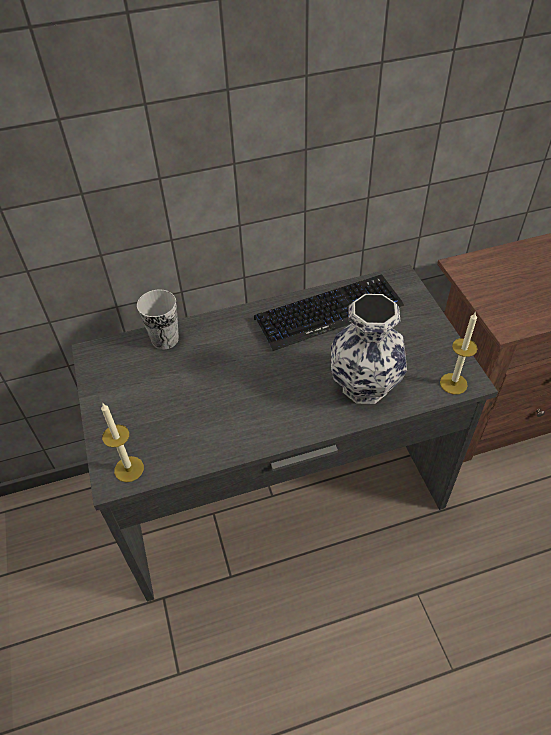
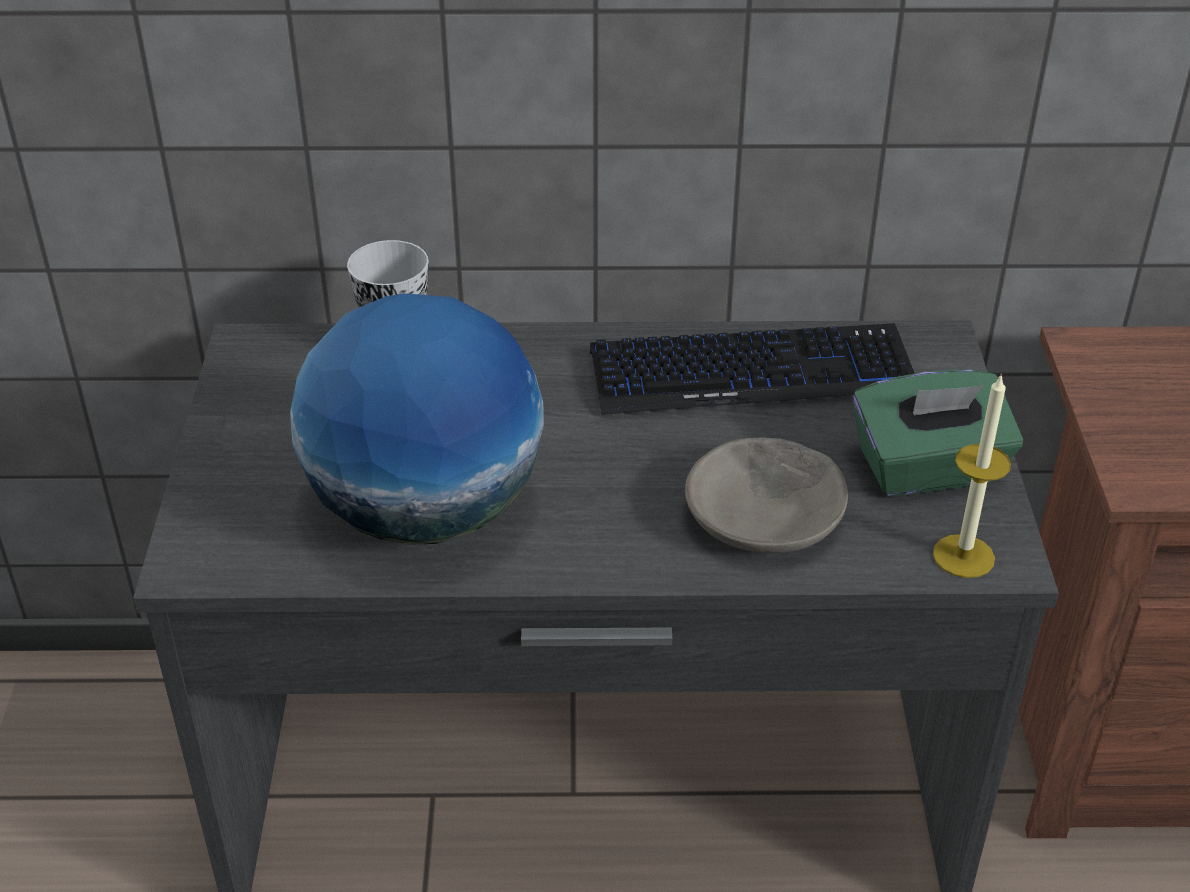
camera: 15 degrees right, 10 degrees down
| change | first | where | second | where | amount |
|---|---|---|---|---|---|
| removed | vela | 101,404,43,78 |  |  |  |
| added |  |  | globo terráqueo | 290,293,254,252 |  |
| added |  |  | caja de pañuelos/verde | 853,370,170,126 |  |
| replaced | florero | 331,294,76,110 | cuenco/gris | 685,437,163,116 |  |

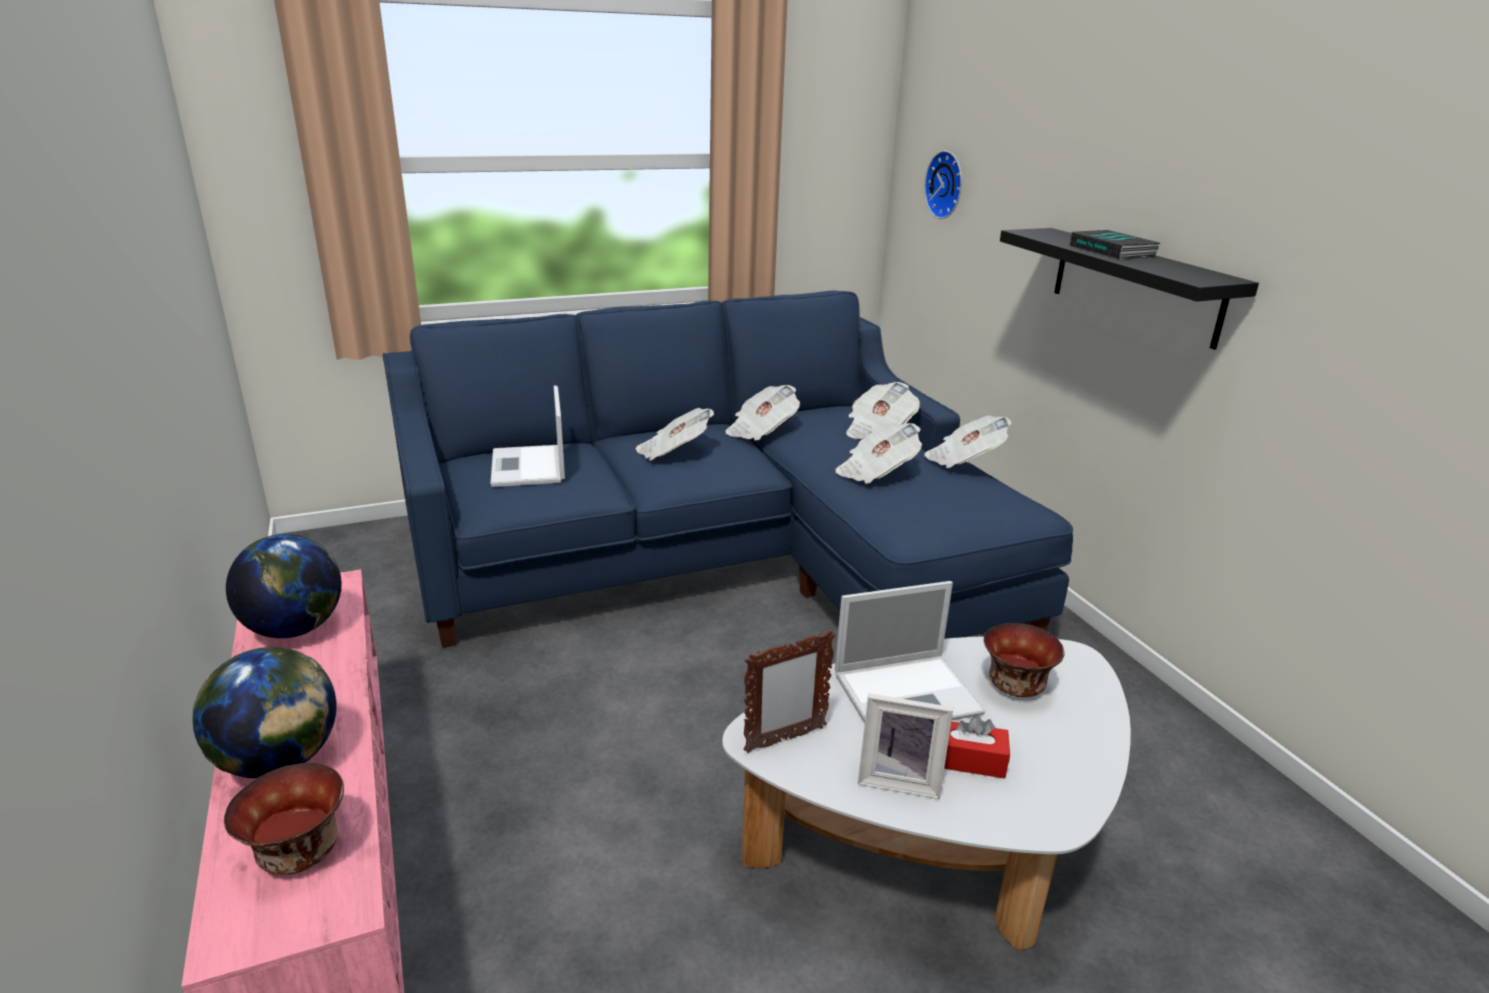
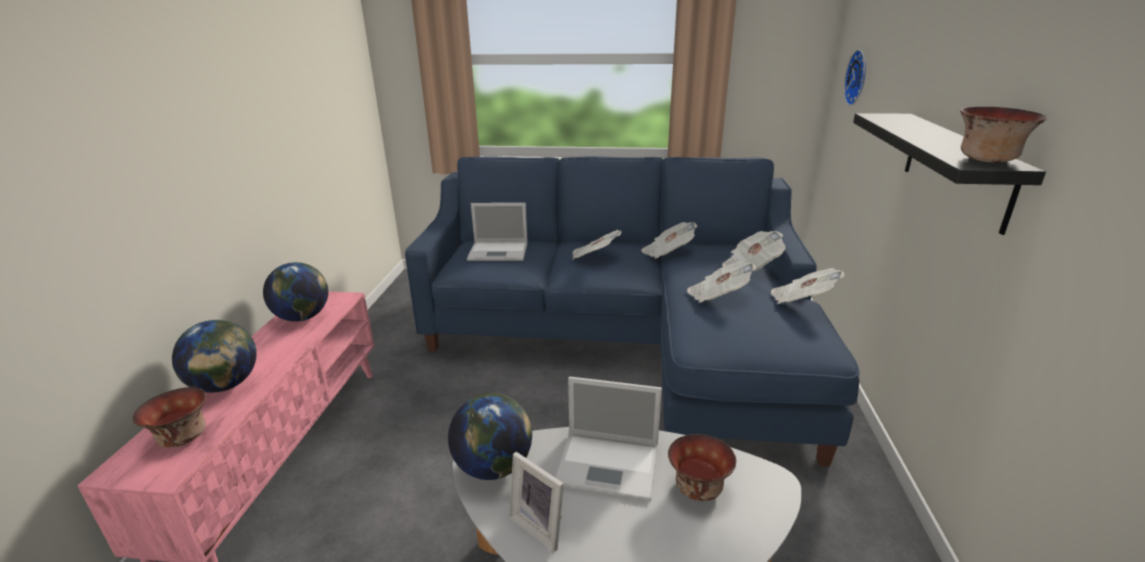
camera: 30 degrees right, 0 degrees up
| change | first | where | second | where | amount |
|---|---|---|---|---|---|
| removed | caja de pañuelos/rojo | 944,714,66,65 |  |  |  |
| removed | libro | 1070,230,90,30 |  |  |  |
| added |  |  | cuenco | 960,106,87,57 |  |
| replaced | portarretratos | 744,630,91,123 | globo terráqueo | 448,393,84,87 |  |
| turned | portátil | 490,385,75,102 |  | 467,203,61,58 | 105 degrees counterclockwise |

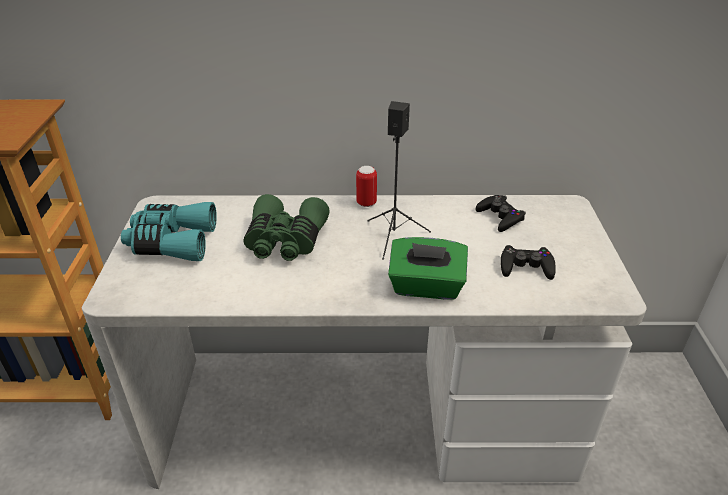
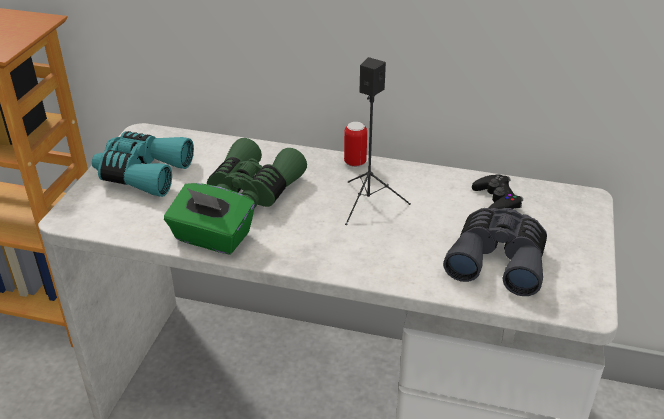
camera: 15 degrees right, 0 degrees up
| change | first | where | second | where | amount |
|---|---|---|---|---|---|
| moved | caja de pañuelos/verde | 388,237,80,63 |  | 164,183,91,72 |  |
| replaced | mando de consola/negro | 501,245,55,35 | prismáticos/gris | 443,208,104,88 |  |

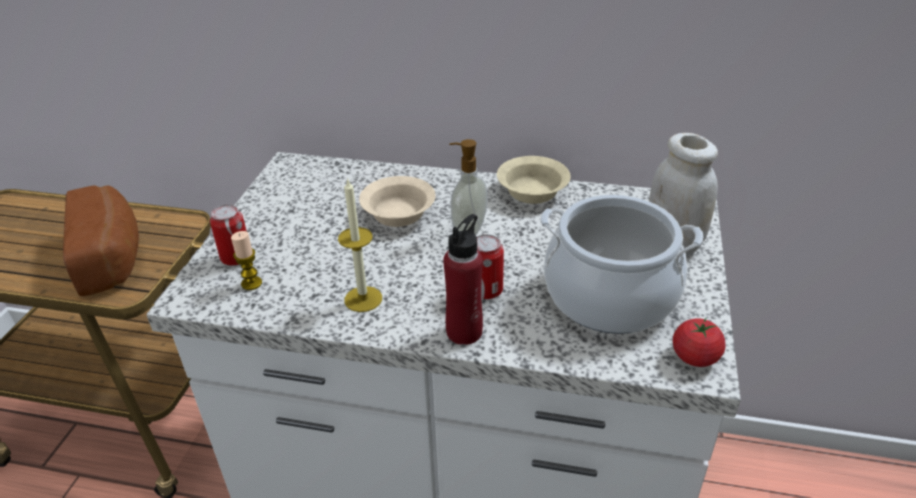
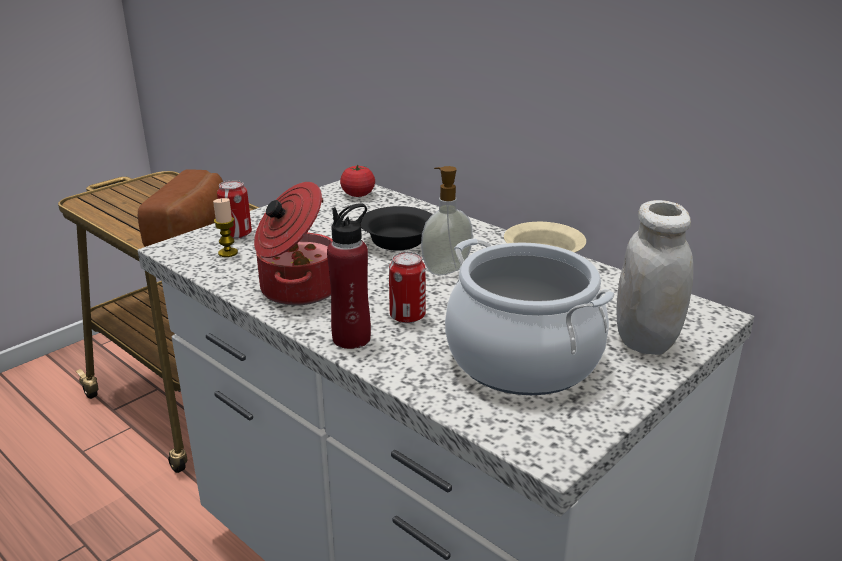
camera: 30 degrees right, 10 degrees down
| change | first | where | second | where | amount |
|---|---|---|---|---|---|
| moved | tomate | 673,318,53,49 |  | 340,165,35,32 |  |
| replaced | vela | 338,178,44,134 | olla | 254,182,79,123 |  |
| recoloured | cuenco/beis | 359,176,77,51 | cuenco/negro | 361,206,72,45 |  |

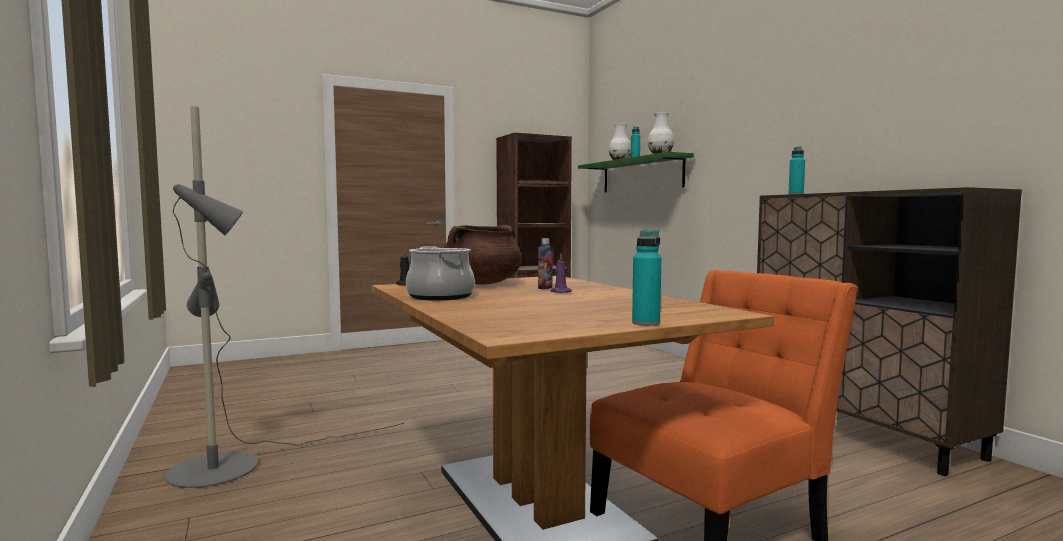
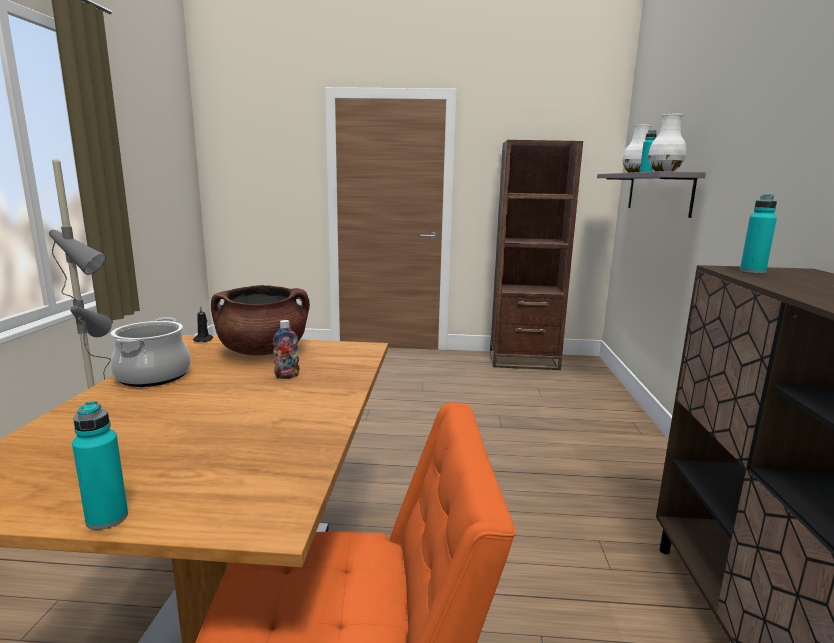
camera: 30 degrees right, 10 degrees up
| change | first | where | second | where | amount |
|---|---|---|---|---|---|
| removed | vela/morado | 550,254,22,39 |  |  |  |
| recoloured | estante/verde | 578,152,116,41 | estante/gris | 597,171,109,47 |  |

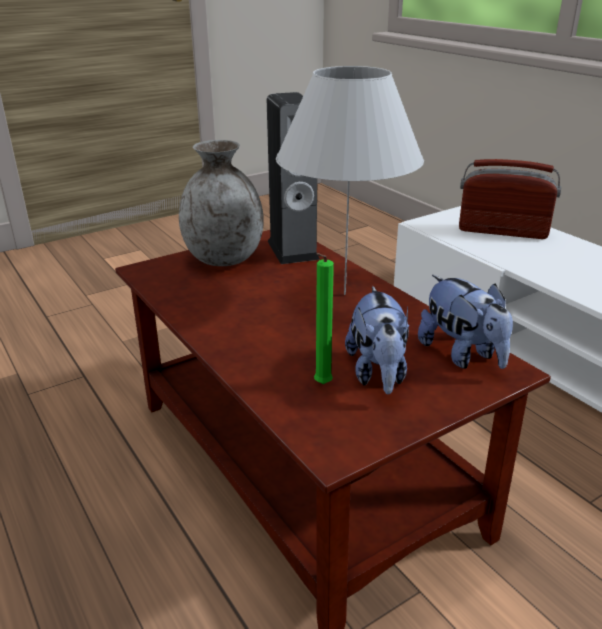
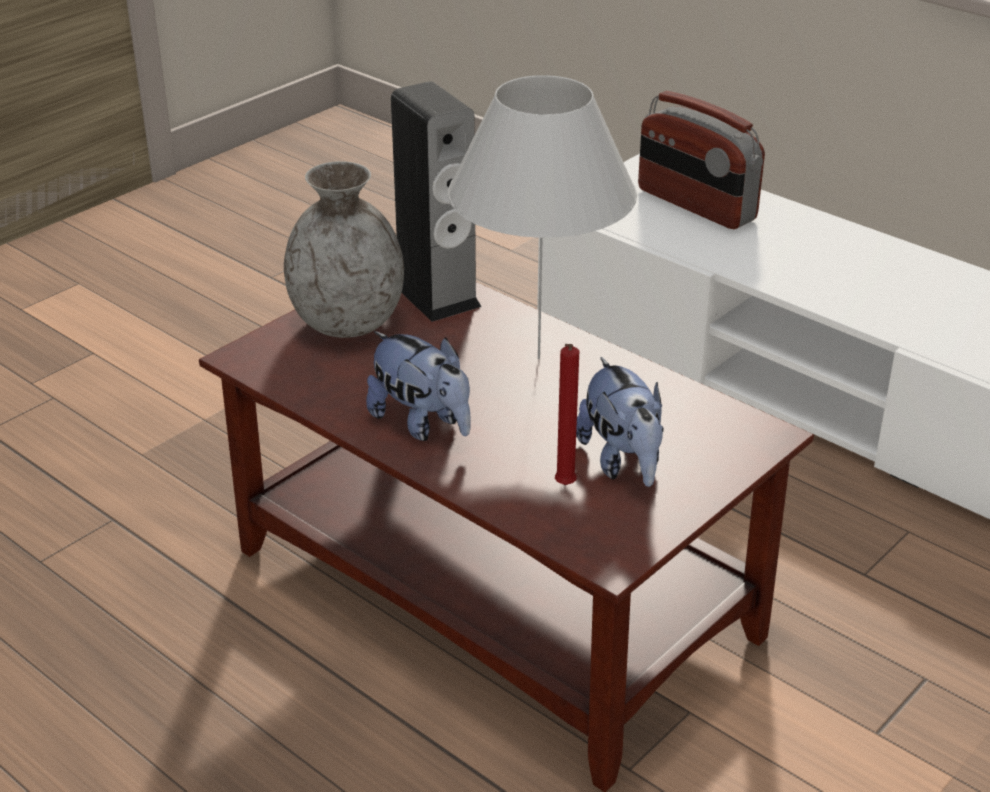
camera: 15 degrees left, 5 degrees up
| change | first | where | second | where | amount |
|---|---|---|---|---|---|
| moved | peluche | 418,275,95,94 |  | 366,331,105,110 |  |
| recoloured | vela/verde | 314,253,20,131 | vela/rojo | 555,344,24,141 |  |
| turned | radio | 459,159,102,80 |  | 638,91,127,138 | 135 degrees counterclockwise |

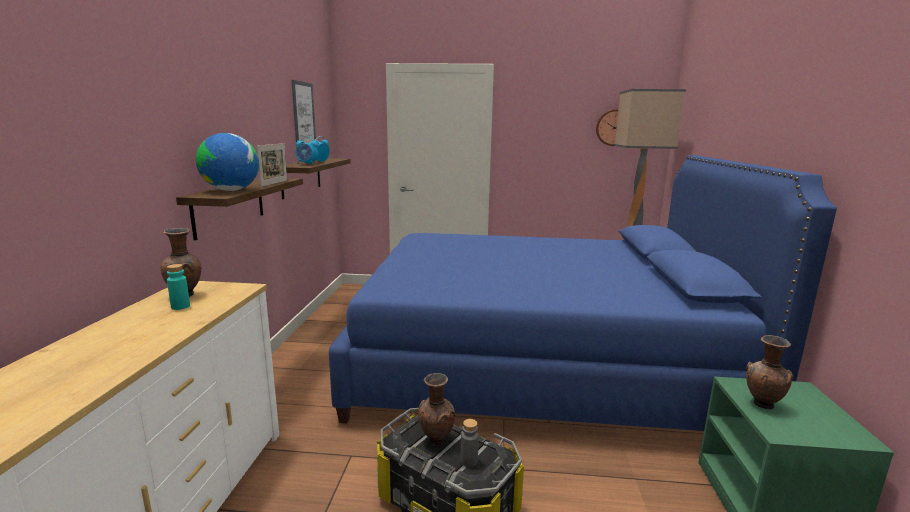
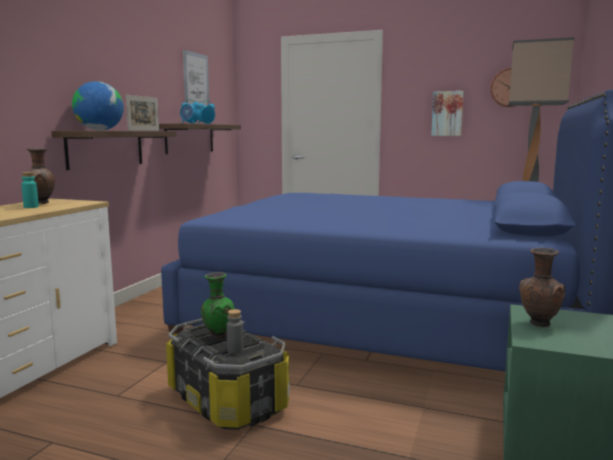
camera: 15 degrees right, 5 degrees down
| change | first | where | second | where | amount |
|---|---|---|---|---|---|
| added |  |  | cuadro | 431,91,33,45 |  |
| recoloured | florero/marrón | 418,373,37,73 | florero/verde | 201,272,34,67 |  |

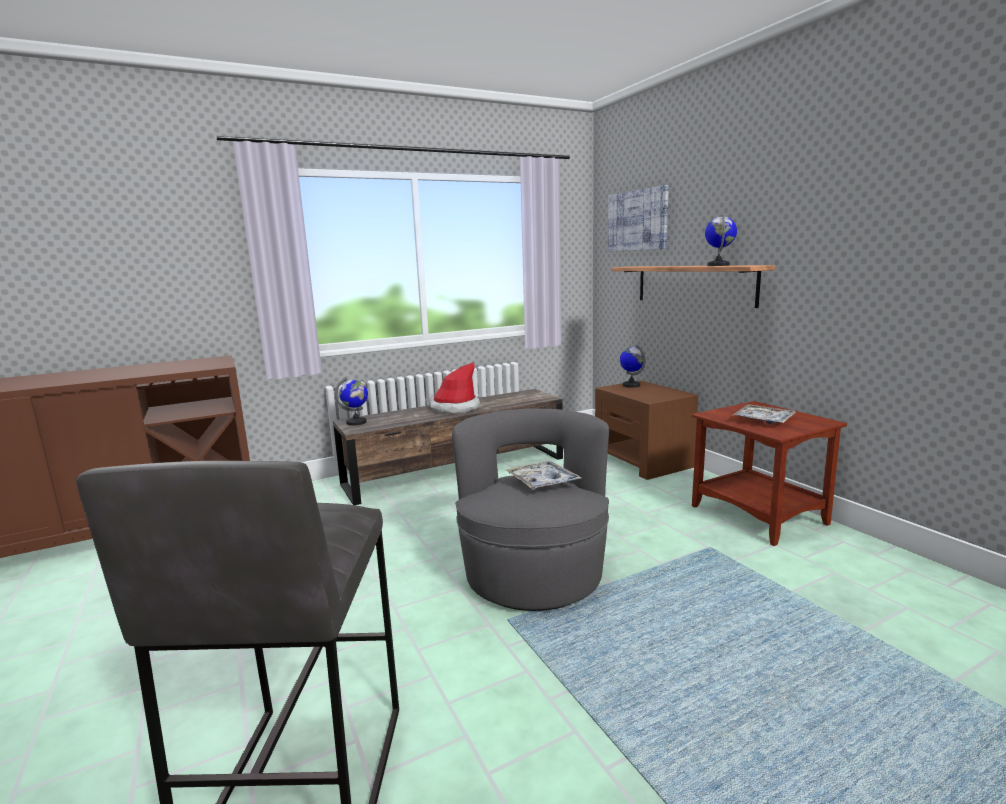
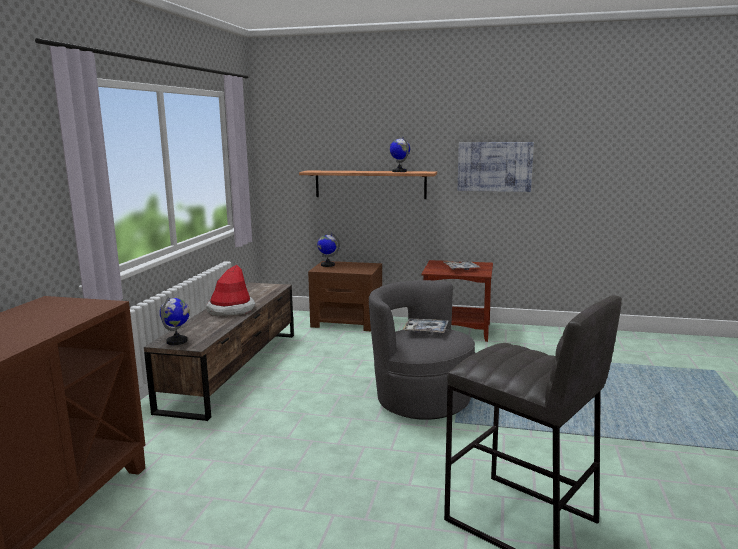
camera: 50 degrees left, 0 degrees up
| change | first | where | second | where | amount |
|---|---|---|---|---|---|
| moved | cuadro | 608,185,61,66 |  | 458,142,76,50 |  |

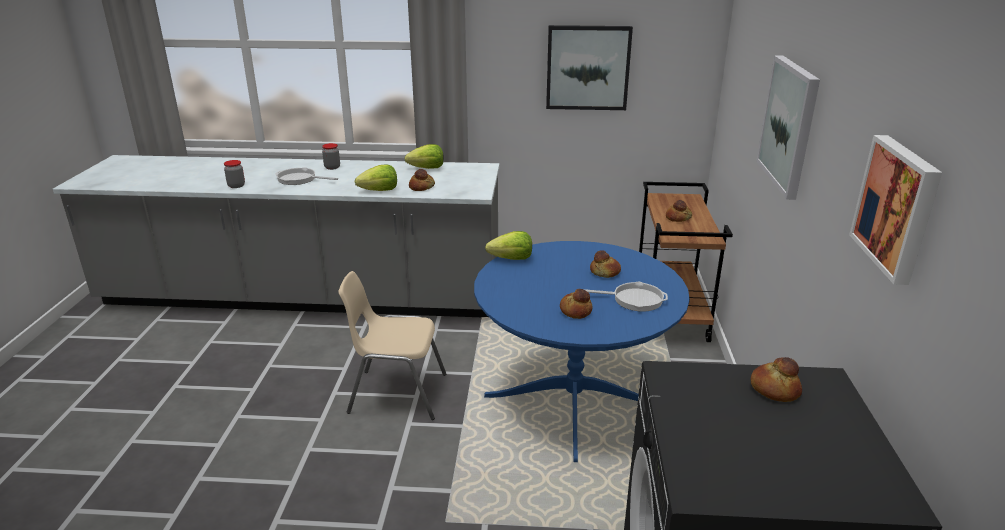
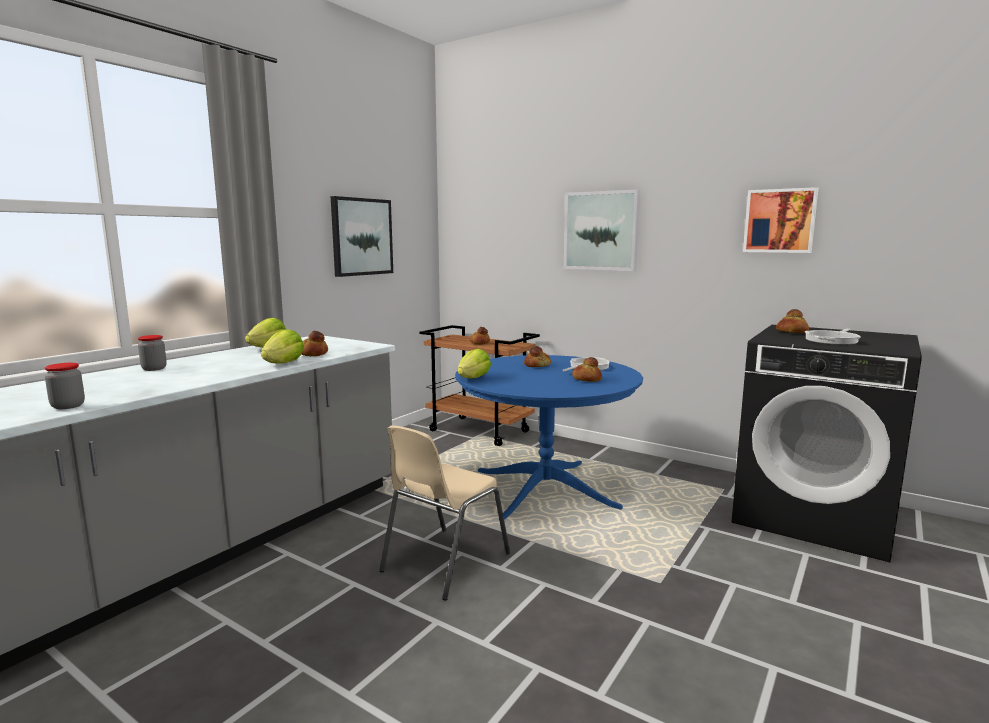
camera: 60 degrees left, 15 degrees down
| change | first | where | second | where | amount |
|---|---|---|---|---|---|
| moved | sartén | 275,167,63,18 |  | 805,328,56,17 |  |

